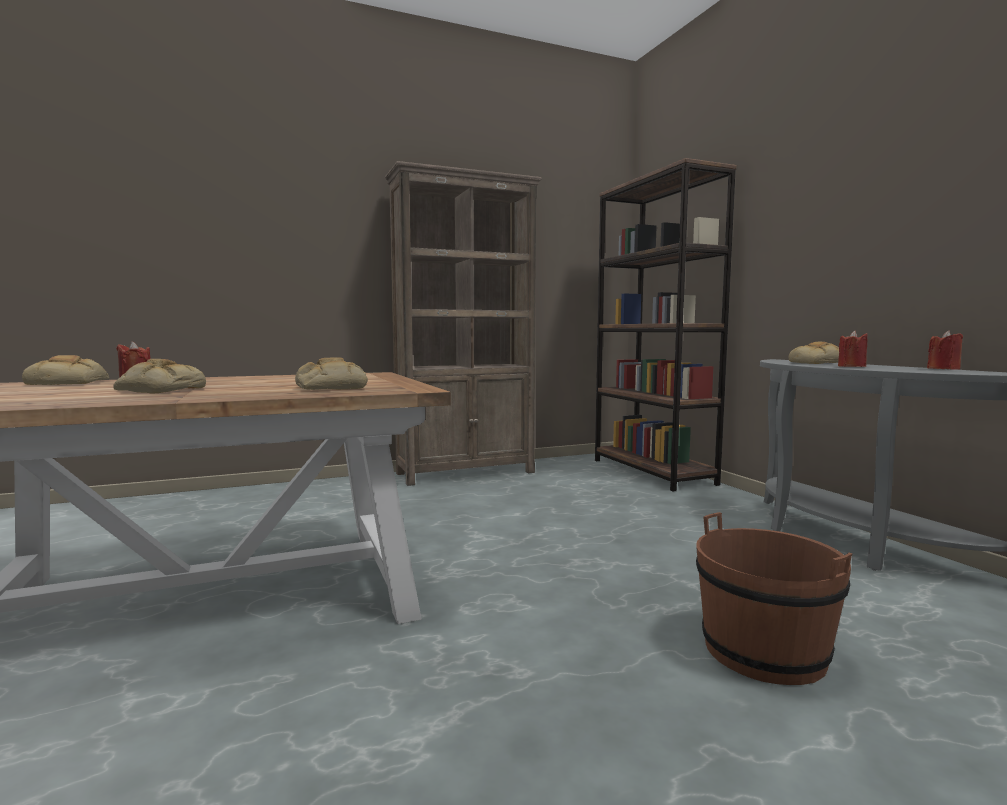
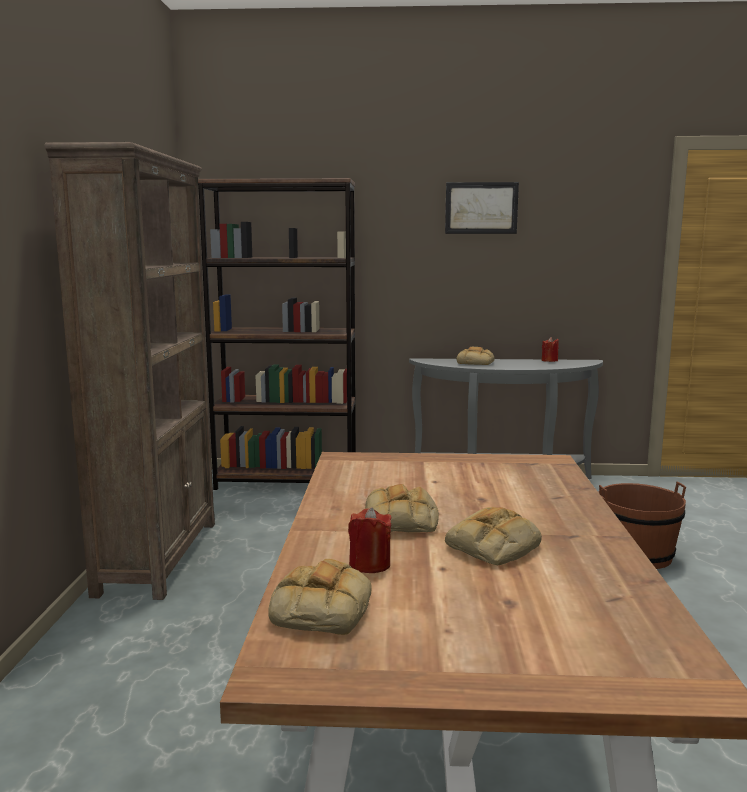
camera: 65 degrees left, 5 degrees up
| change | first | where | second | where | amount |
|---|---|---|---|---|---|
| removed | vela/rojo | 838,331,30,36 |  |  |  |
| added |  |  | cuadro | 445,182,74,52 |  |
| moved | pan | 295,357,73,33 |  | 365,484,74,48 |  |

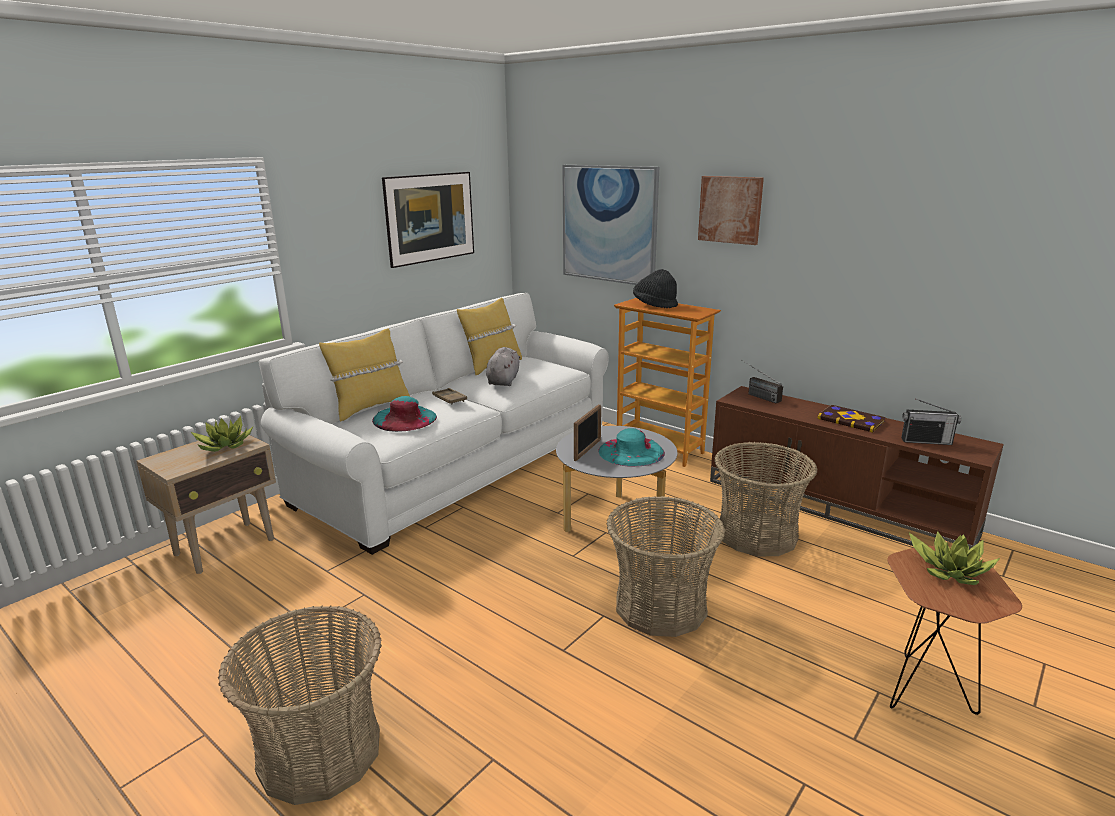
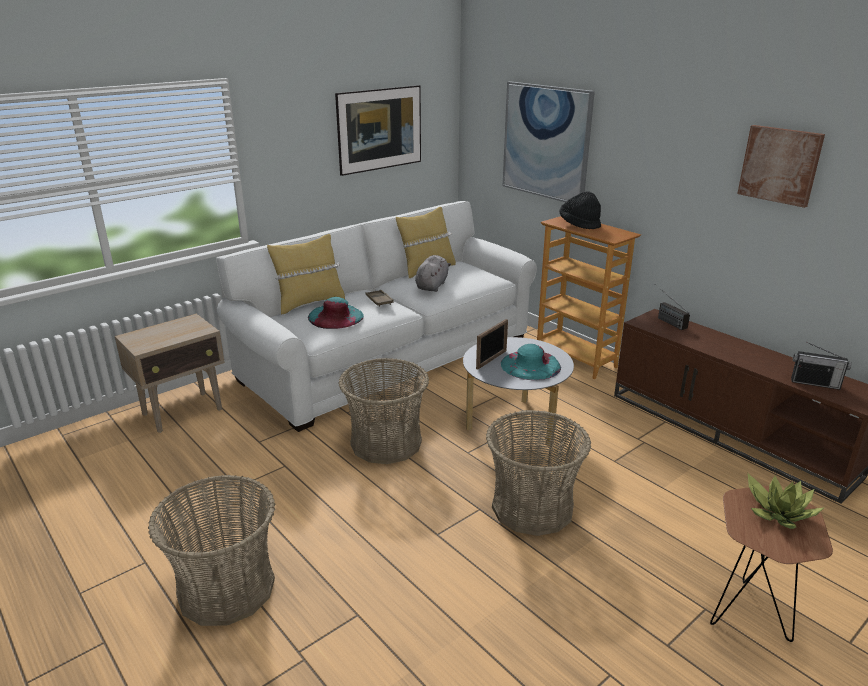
camera: 10 degrees right, 5 degrees up
| change | first | where | second | where | amount |
|---|---|---|---|---|---|
| removed | planta en maceta | 191,416,62,36 |  |  |  |
| removed | libro | 818,405,68,28 |  |  |  |
| moved | cuadro | 698,176,66,69 |  | 737,125,88,83 |  |
| moved | cesta | 714,442,103,115 |  | 338,358,91,106 |  |

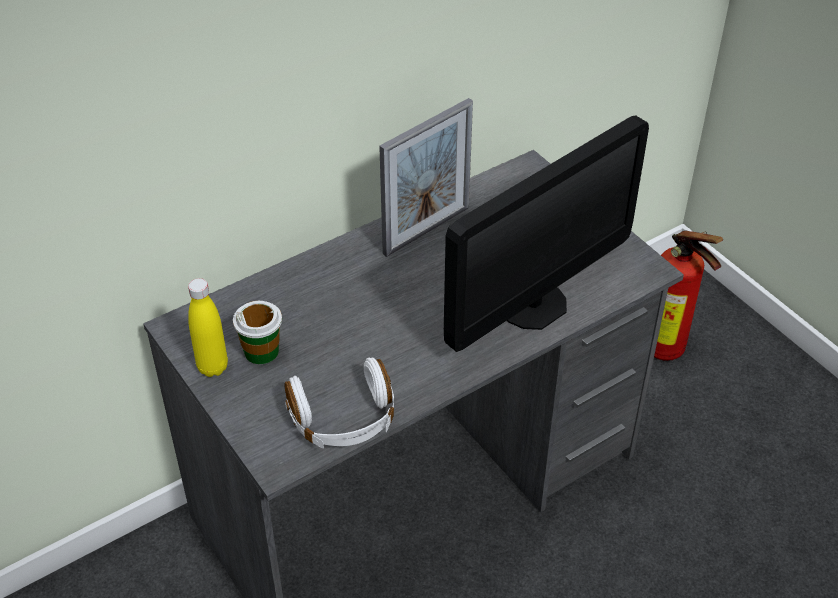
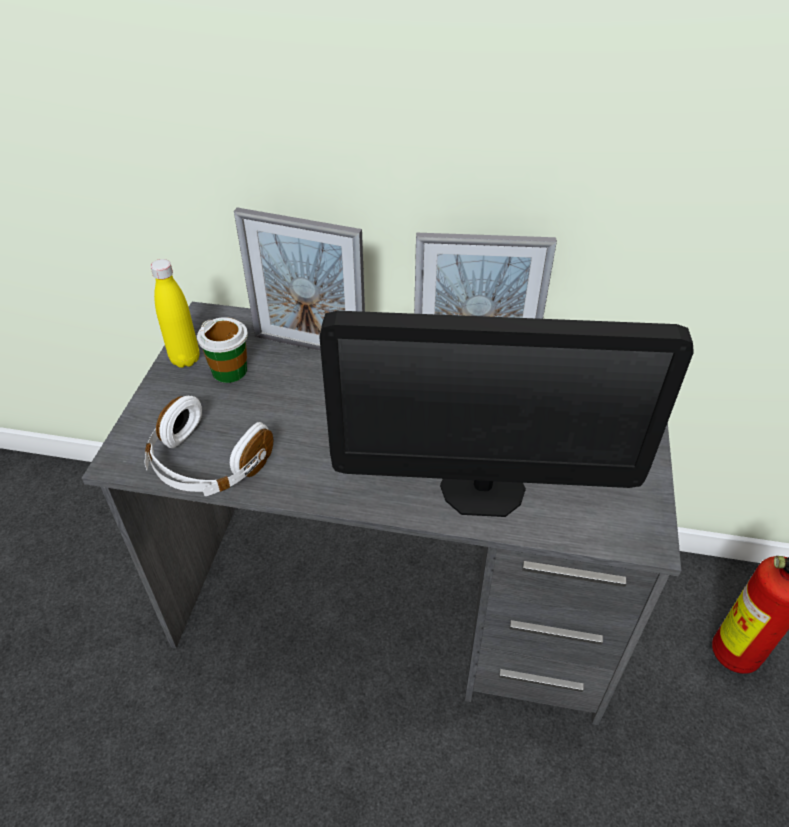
camera: 45 degrees right, 0 degrees up
| change | first | where | second | where | amount |
|---|---|---|---|---|---|
| added |  |  | portarretratos | 234,208,131,143 |  |

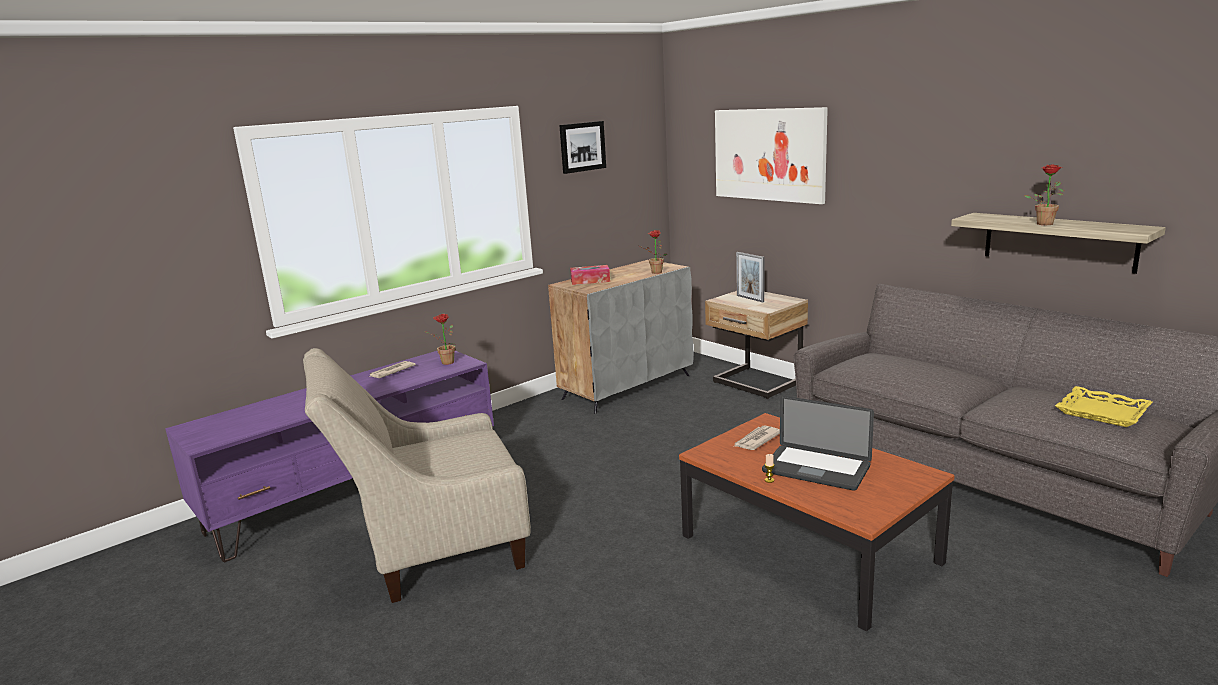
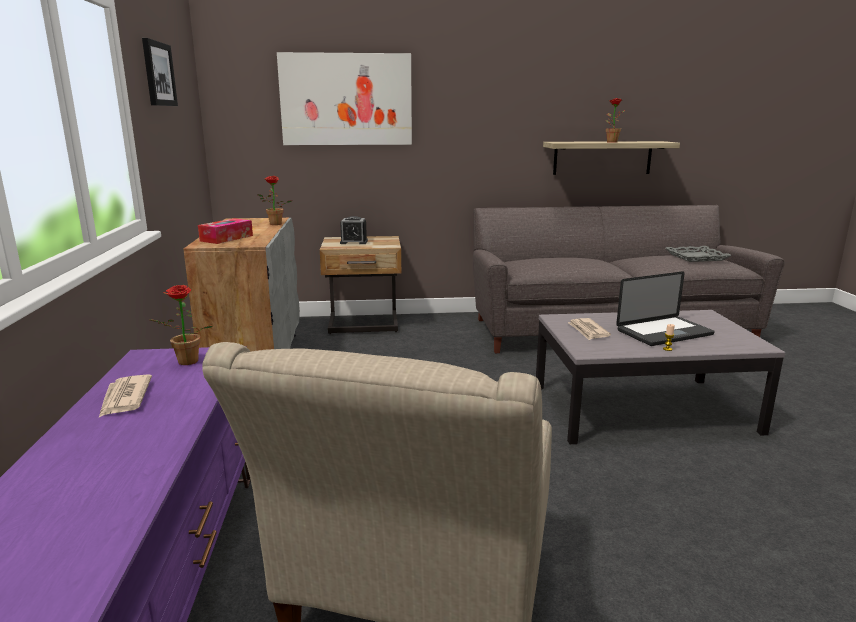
camera: 55 degrees left, 0 degrees up
| change | first | where | second | where | amount |
|---|---|---|---|---|---|
| replaced | portarretratos | 736,252,28,50 | despertador | 340,216,28,28 |  |
| recoloured | mesa de centro/marrón | 679,413,276,218 | mesa de centro/gris | 536,310,250,134 |  |
| recoloured | bandeja/amarillo | 1055,386,97,41 | bandeja/gris | 665,246,67,16 |  |

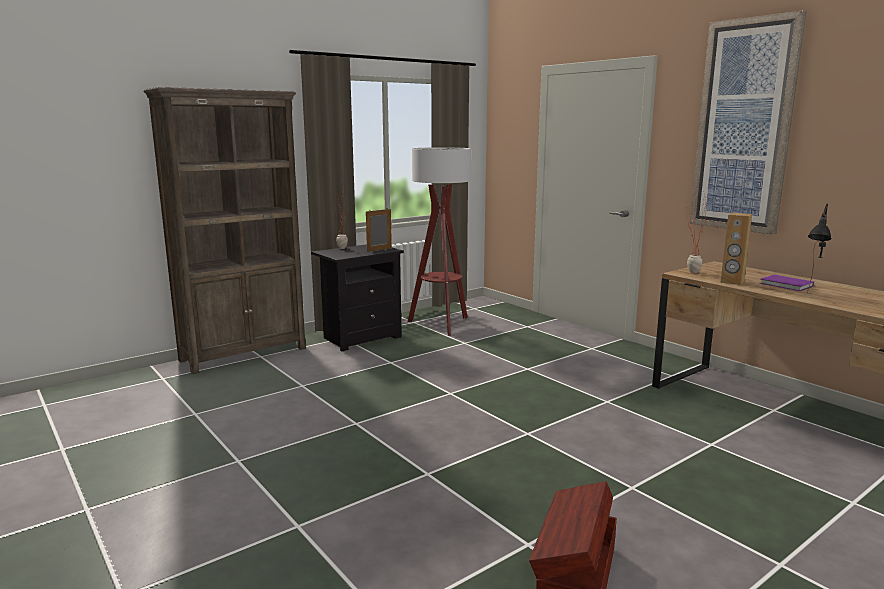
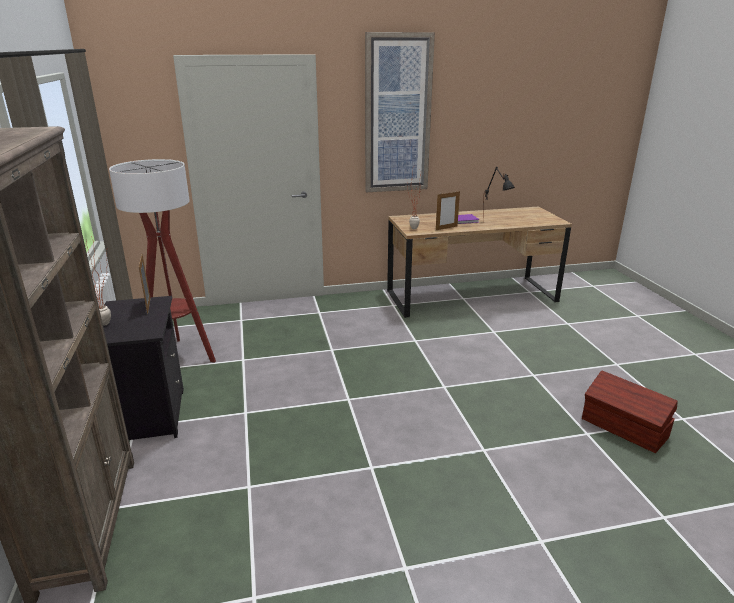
camera: 65 degrees left, 10 degrees up
| change | first | where | second | where | amount |
|---|---|---|---|---|---|
| replaced | altavoz/marrón | 720,213,32,72 | portarretratos | 436,190,24,40 |  |

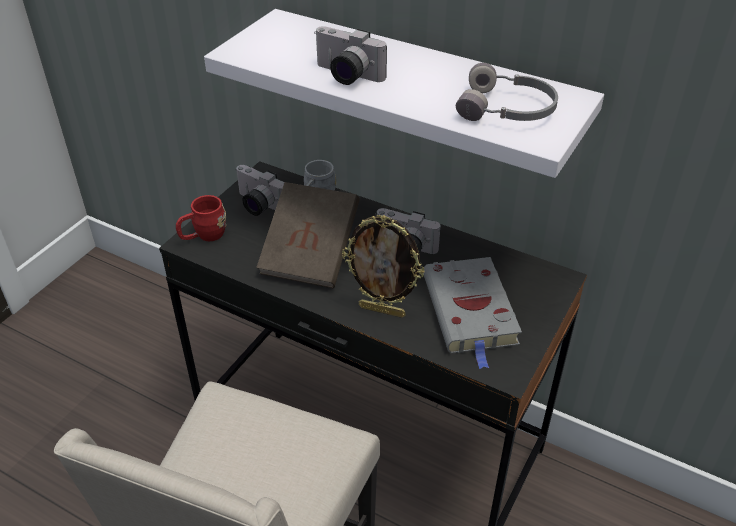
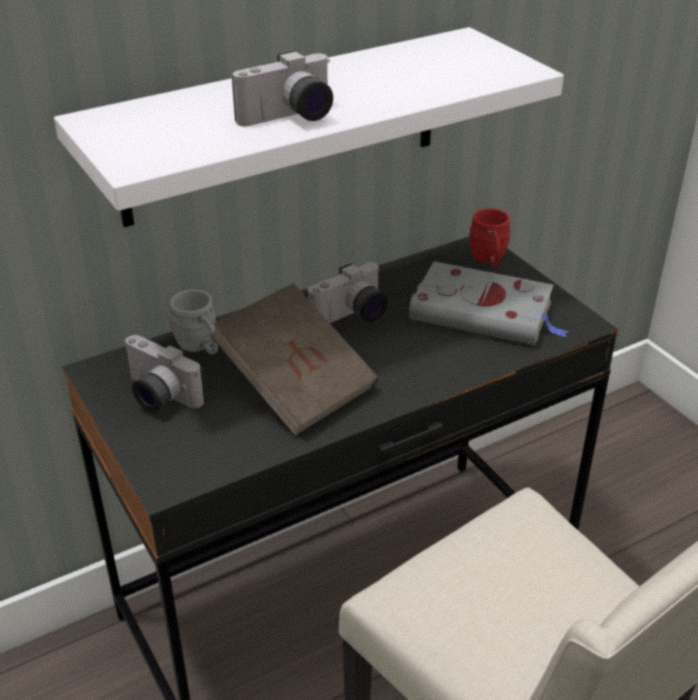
camera: 60 degrees left, 5 degrees down
| change | first | where | second | where | amount |
|---|---|---|---|---|---|
| removed | portarretratos | 342,215,83,103 |  |  |  |
| removed | auriculares/gris | 456,63,102,58 |  |  |  |
| moved | taza grande/rojo | 176,195,50,46 |  | 469,208,41,59 |  |
| turned | cámara | 235,165,49,51 |  | 124,335,82,77 | 60 degrees clockwise |

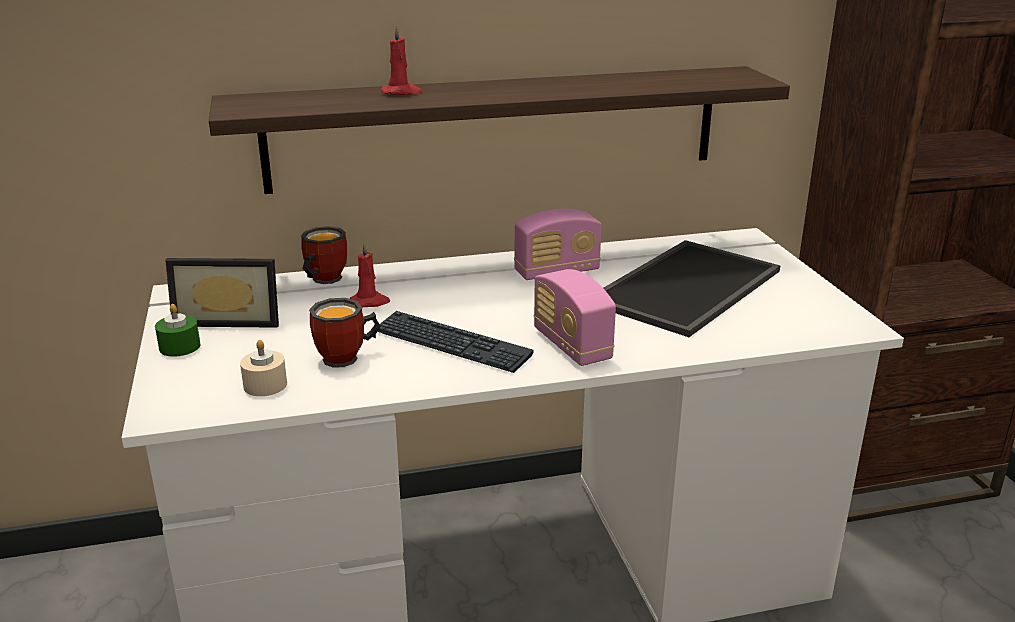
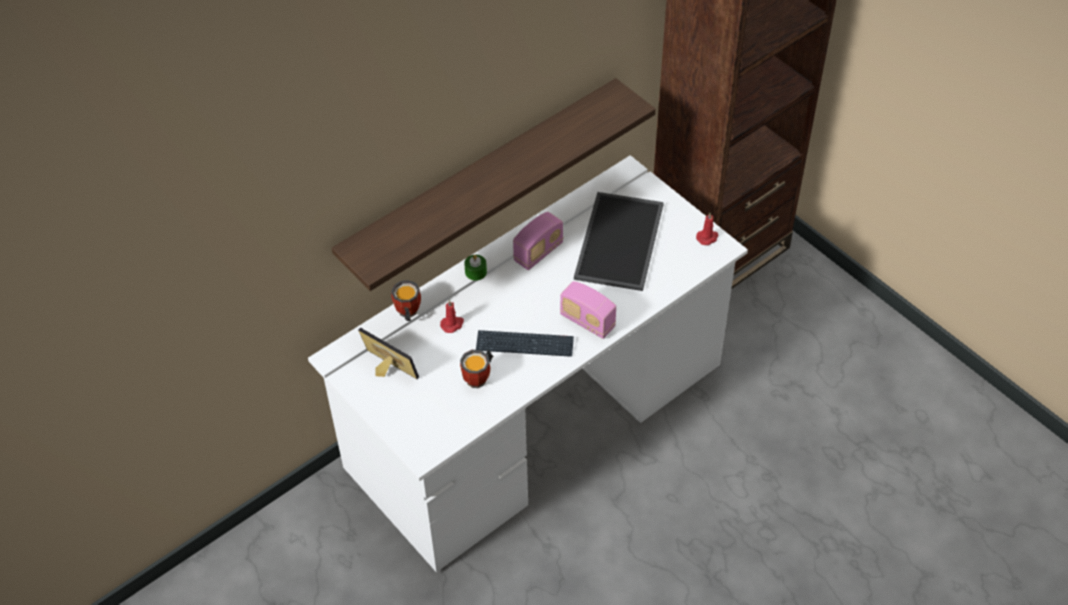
camera: 25 degrees left, 25 degrees up
| change | first | where | second | where | amount |
|---|---|---|---|---|---|
| removed | vela/beis | 240,340,47,56 |  |  |  |
| moved | vela/verde | 155,304,46,53 |  | 464,255,23,26 |  |
| moved | vela/rojo | 381,25,41,70 |  | 696,213,22,32 |  |
| turned | portarretratos | 165,258,114,70 |  | 358,328,61,51 | 120 degrees counterclockwise |

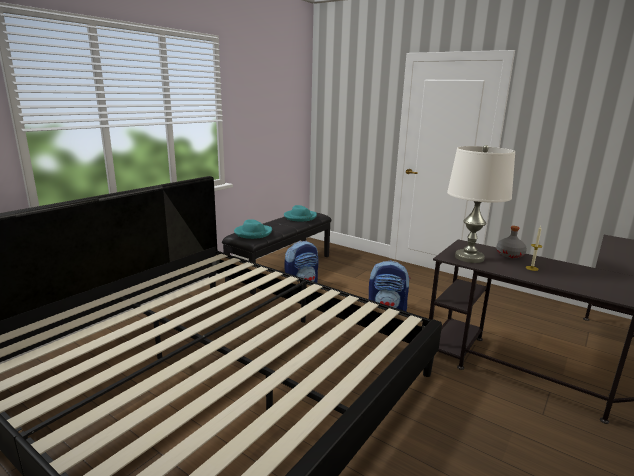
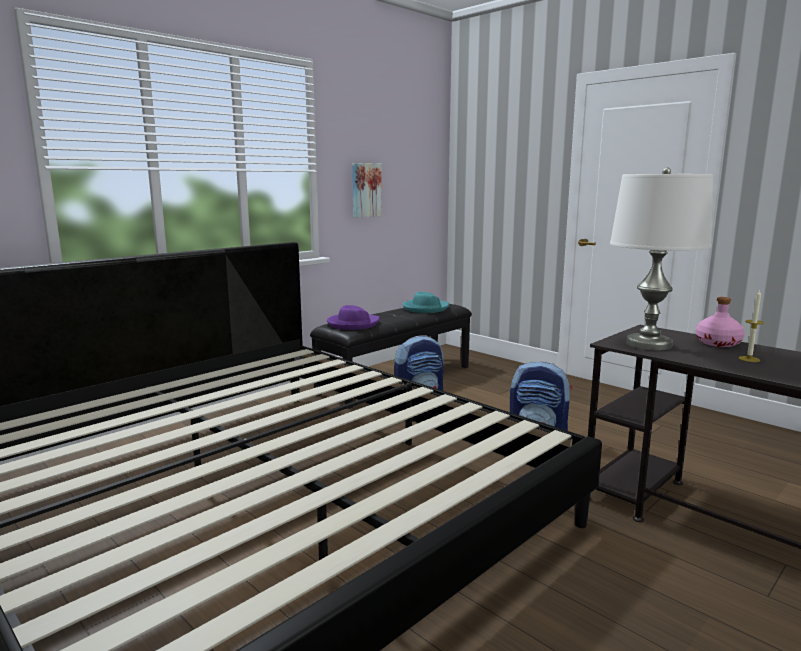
camera: 10 degrees right, 5 degrees down
| change | first | where | second | where | amount |
|---|---|---|---|---|---|
| added |  |  | cuadro | 352,163,30,54 |  |
| recoloured | sombrero/turquesa | 234,219,38,20 | sombrero/morado | 327,305,53,25 |  |
| recoloured | botella/gris | 496,226,31,32 | botella/rosa | 696,297,49,50 |  |

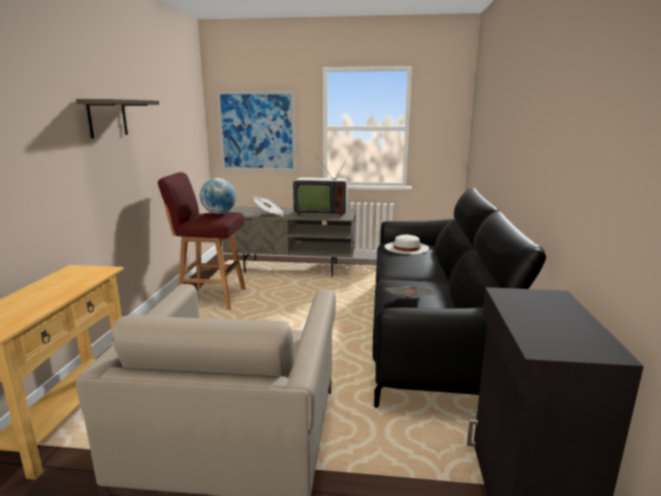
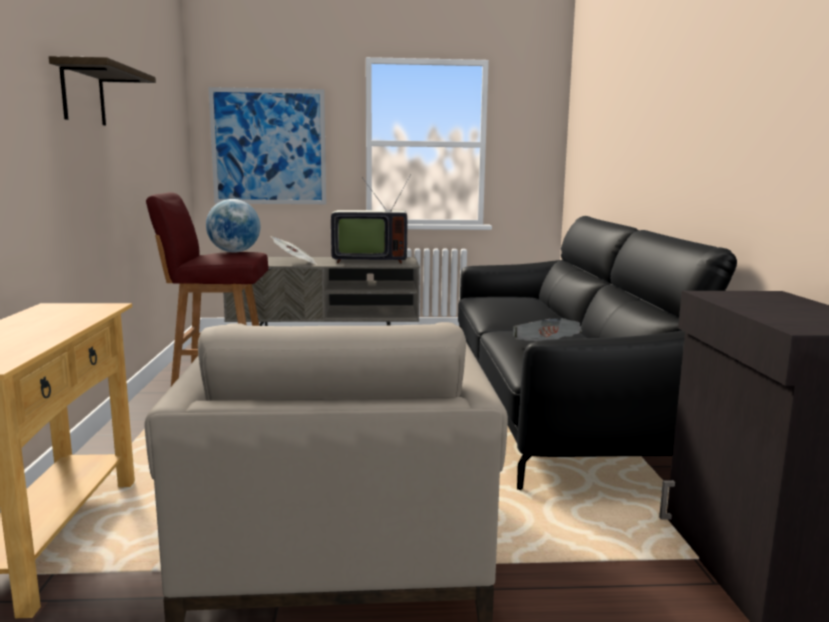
camera: 10 degrees left, 5 degrees down
| change | first | where | second | where | amount |
|---|---|---|---|---|---|
| removed | sombrero/blanco | 385,235,44,19 |  |  |  |

